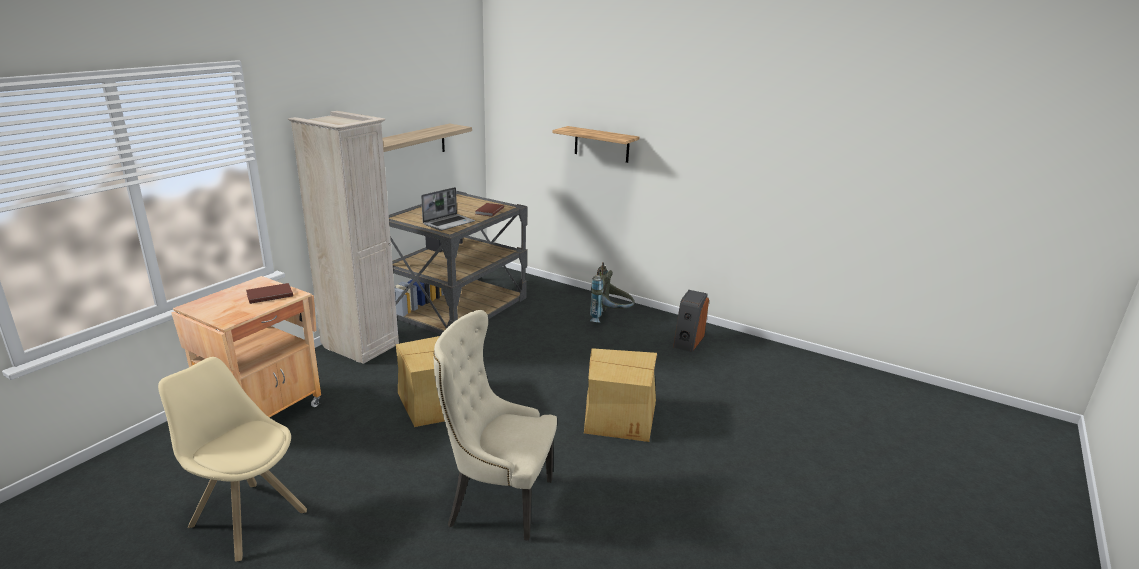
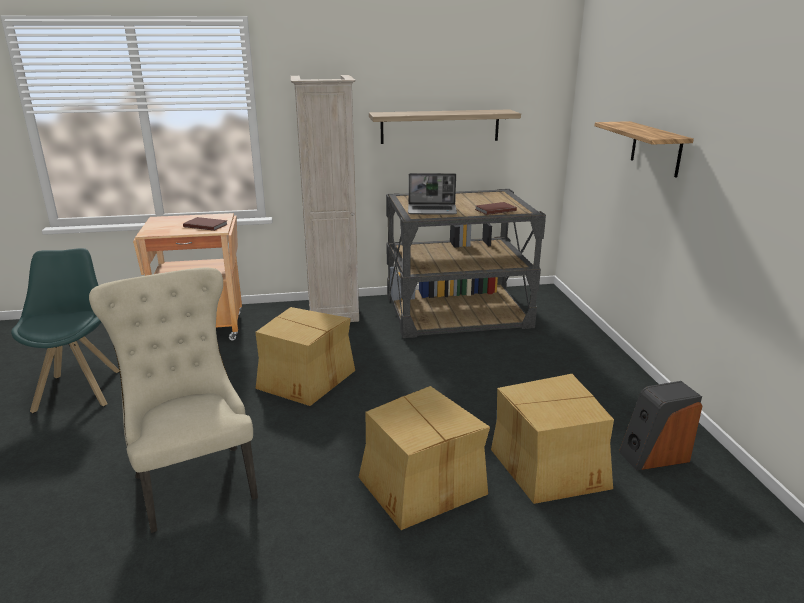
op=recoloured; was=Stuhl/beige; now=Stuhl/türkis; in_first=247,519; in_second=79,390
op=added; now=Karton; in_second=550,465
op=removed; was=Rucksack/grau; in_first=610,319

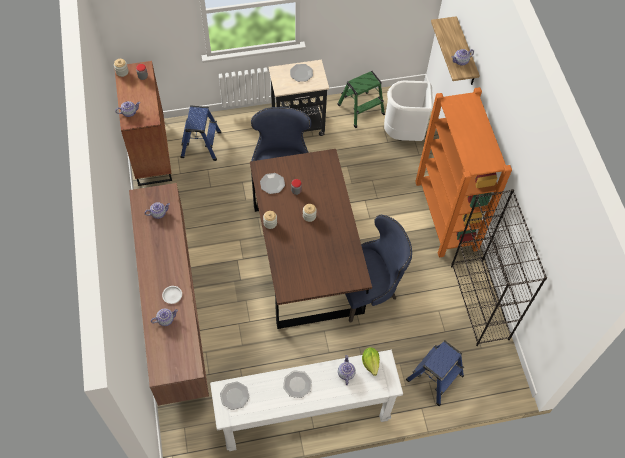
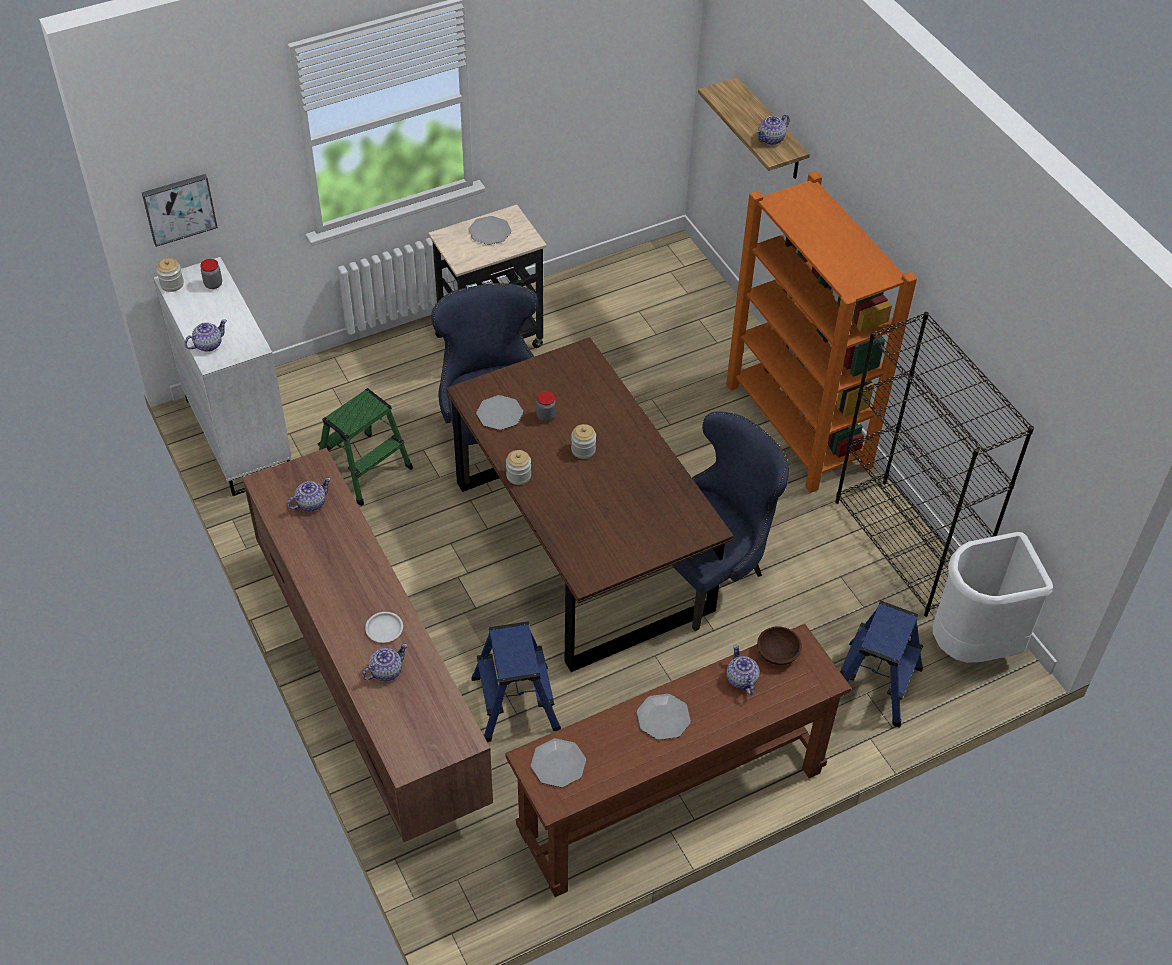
op=added; now=Bild; in_second=179,208
op=recoloured; was=Kommode/braun; now=Kommode/weiß; in_first=150,152; in_second=237,437
op=moved; was=Trittleiter/grün; in_first=360,109; in_second=364,468
op=moved; was=Trittleiter/blau; in_first=201,145; in_second=515,704
op=recoloured; was=Konsolentisch/weiß; now=Konsolentisch/braun; in_first=305,415; in_second=671,801
op=replaced; was=Salatkopf; now=Schüssel/braun; in_first=370,363; in_second=778,653
op=moved; was=Mülleimer/weiß; in_first=404,134; in_second=973,645

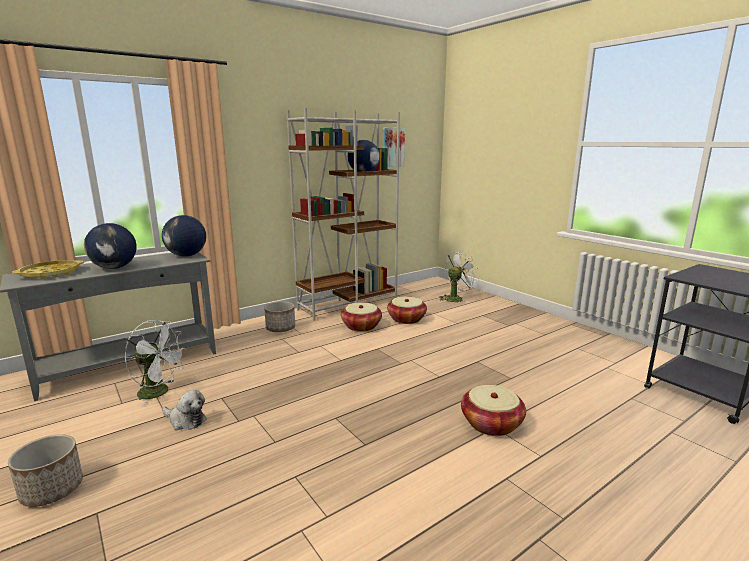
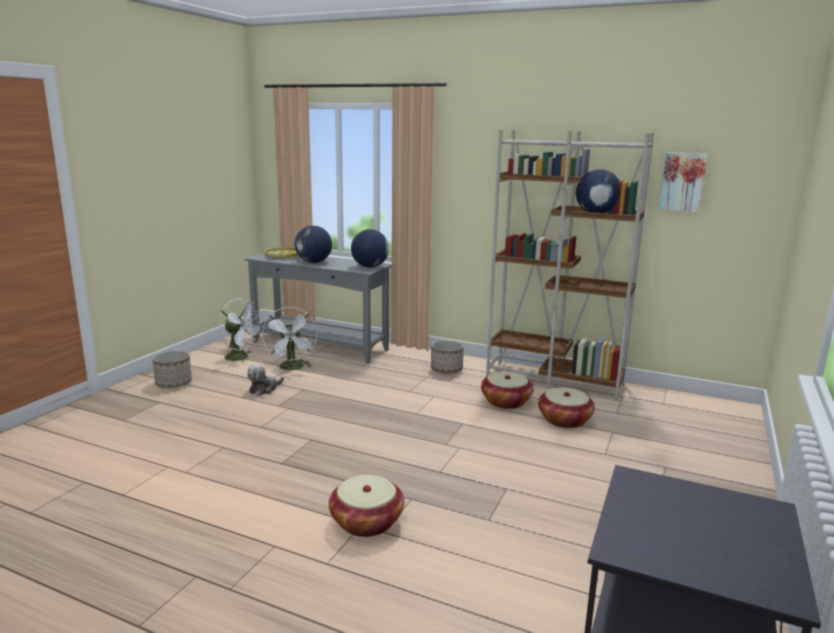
op=moved; was=Ventilator/weiß; in_first=456,298; in_second=241,358
op=turned; was=Plüschtier; in_first=185,420; in_second=264,389; clockwise=45

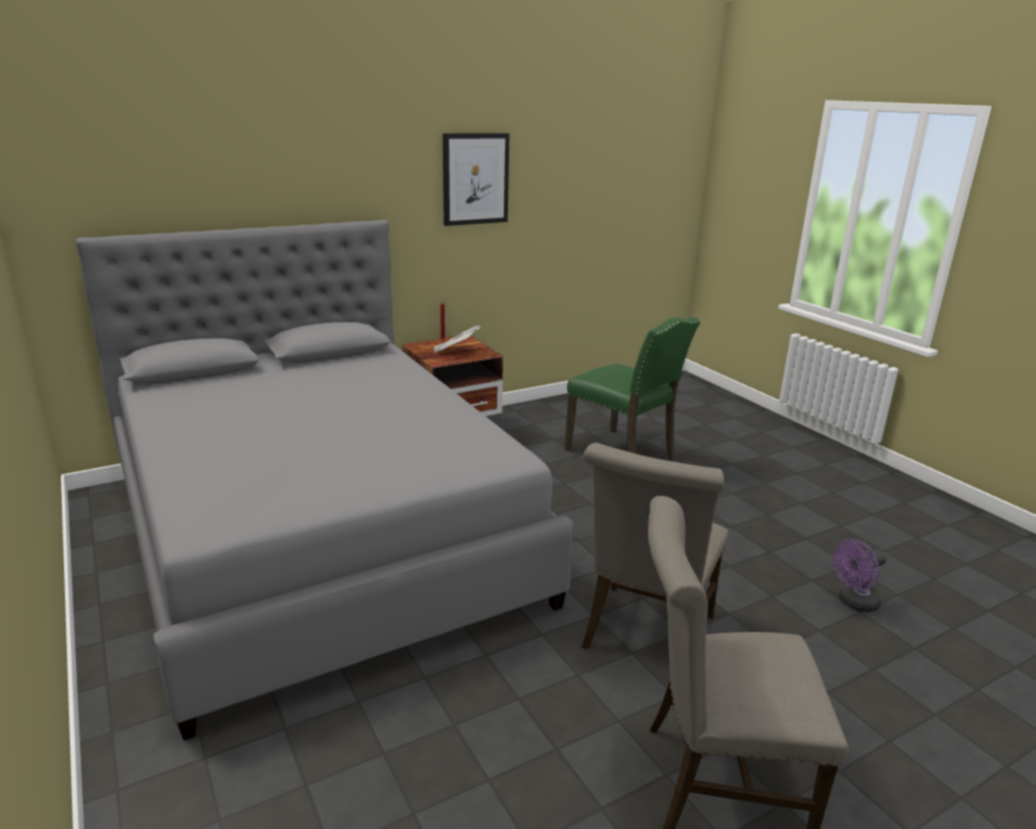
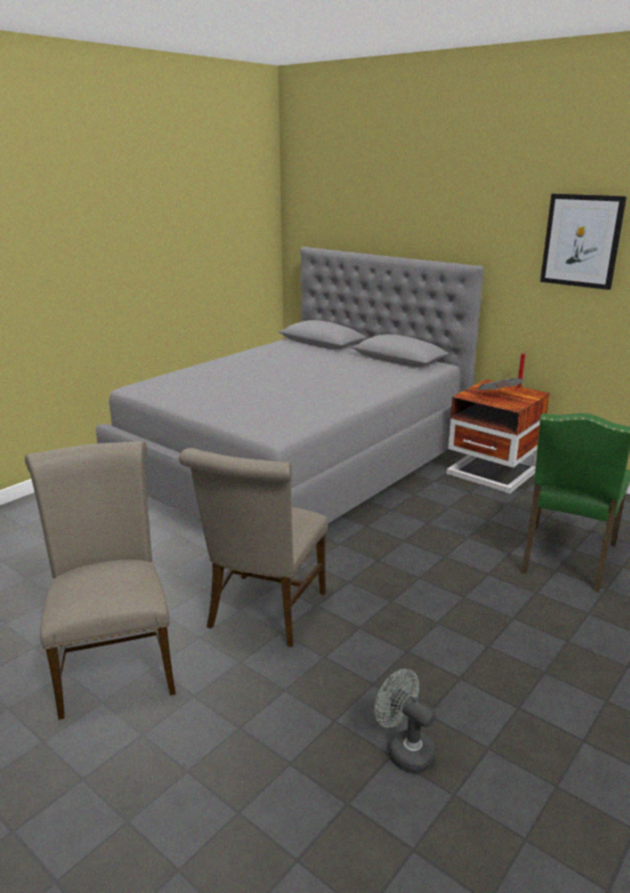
op=turned; was=Stuhl/beige; in_first=646,636; in_second=264,614; clockwise=-75
op=recoloured; was=Ventilator/lila; now=Ventilator/grau; in_first=854,603; in_second=404,750

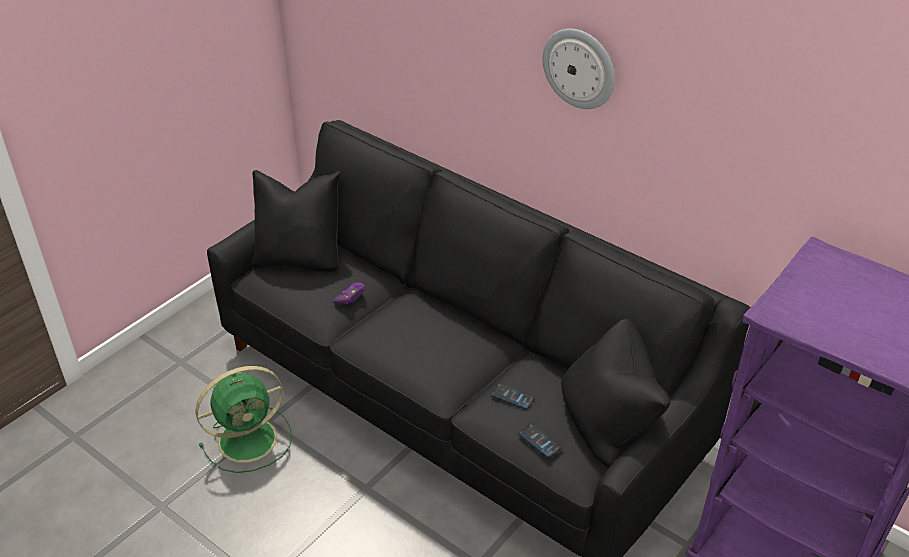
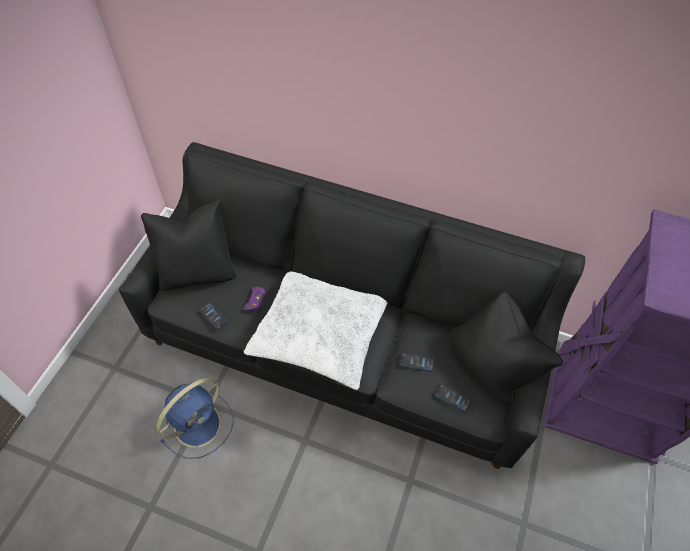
op=recoloured; was=Ventilator/grün; now=Ventilator/blau; in_first=250,439; in_second=199,423
op=added; now=Handy; in_second=213,316
op=added; now=Kissen/weiß; in_second=320,335
op=removed; was=Wanduhr; in_first=579,68

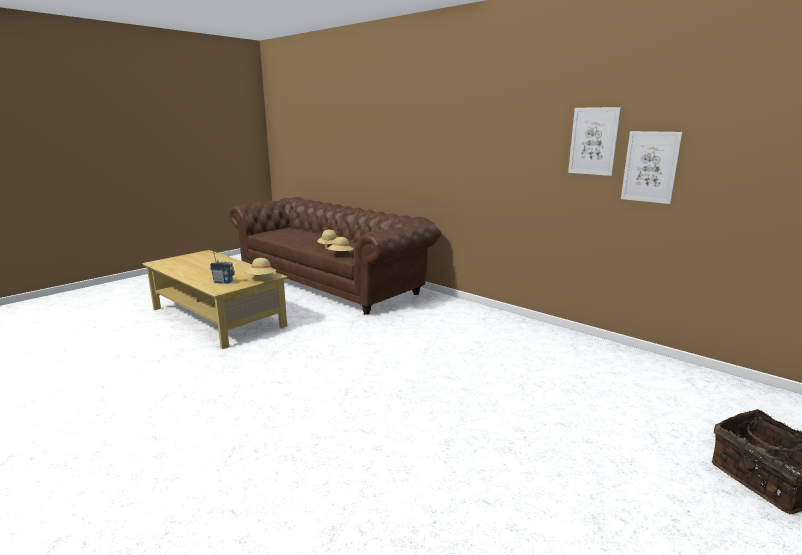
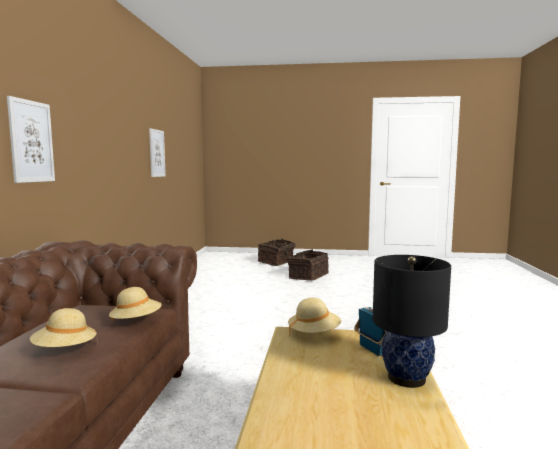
op=moved; was=Bild; in_first=593,141; in_second=31,141
op=added; now=Korb; in_second=307,276
op=added; now=Tischlampe/schwarz; in_second=406,378

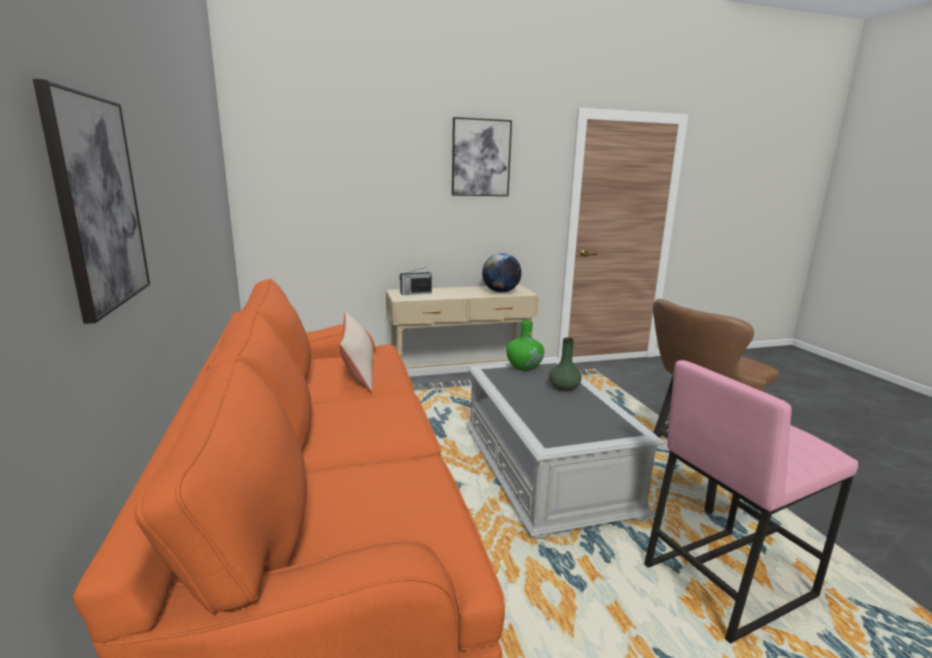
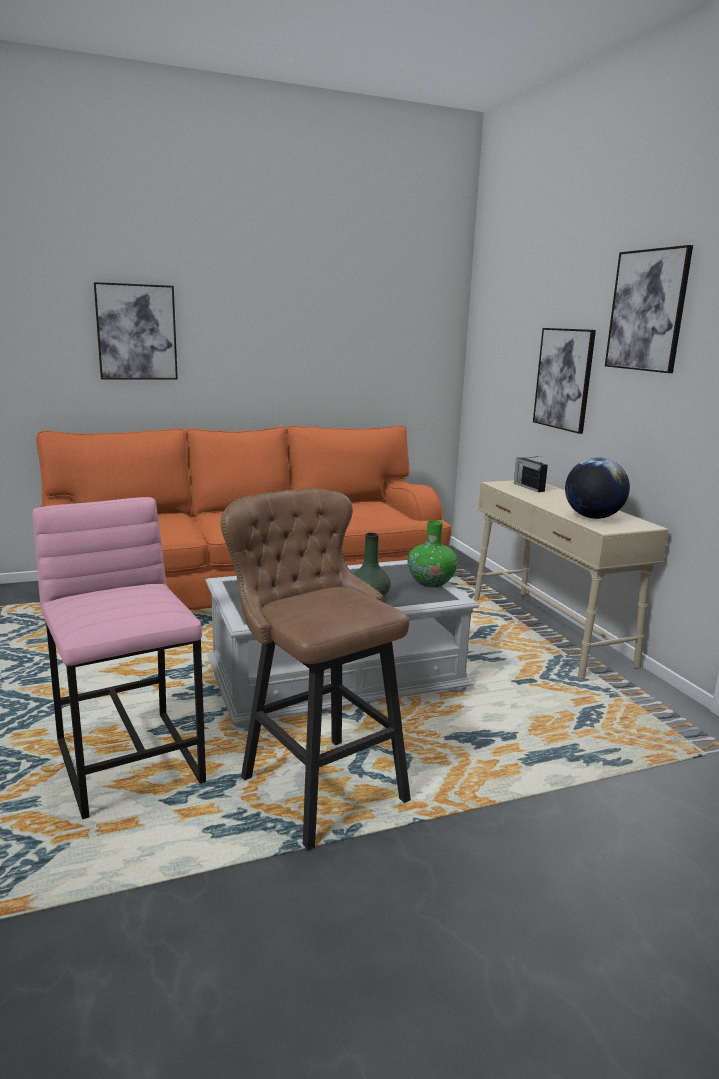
op=added; now=Bild; in_second=564,379
op=removed; was=Kissen/beige; in_first=358,370

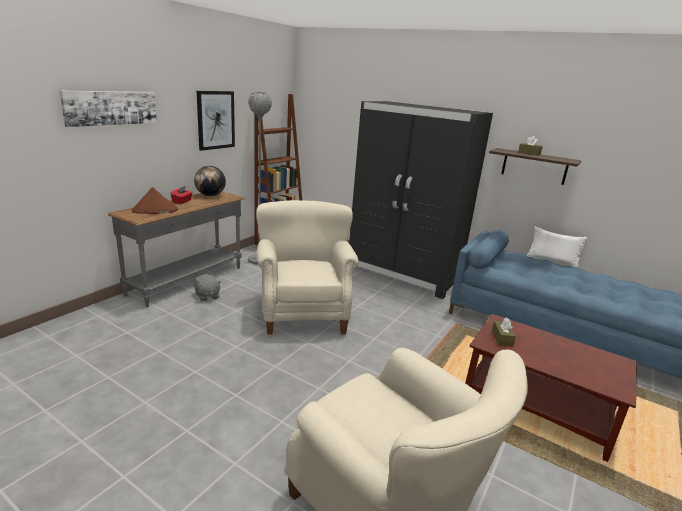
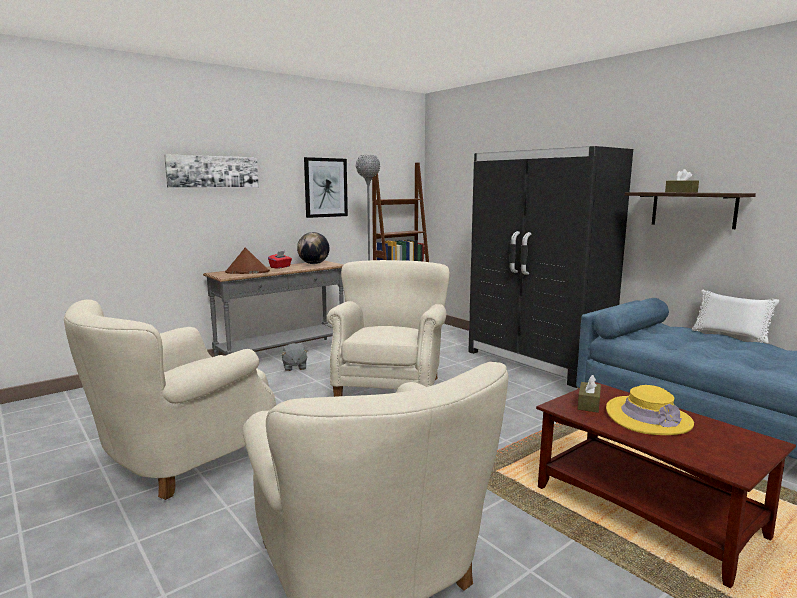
op=added; now=Sessel/beige; in_second=182,459
op=added; now=Hut/gelb; in_second=648,417

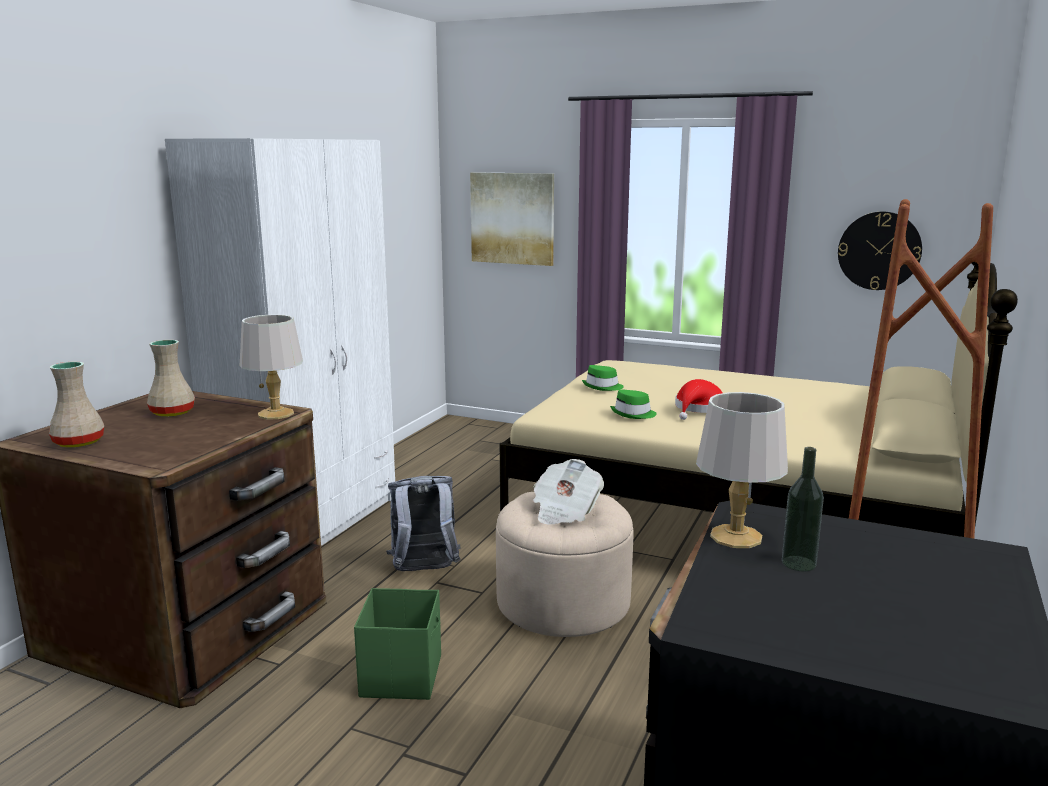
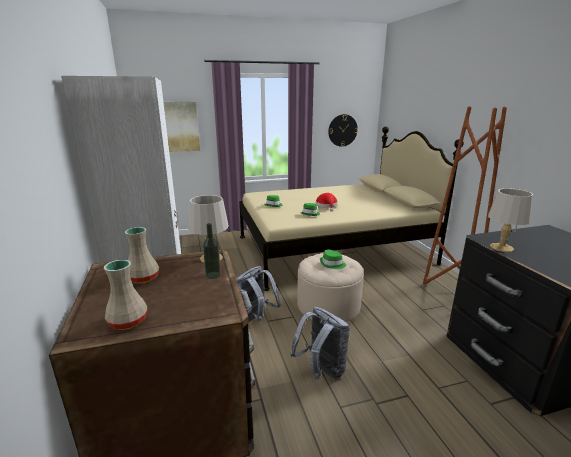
op=moved; was=Flasche; in_first=798,563; in_second=213,275
op=replaced; was=Aufbewahrungsbox/grün; now=Rucksack/grau; in_first=402,675; in_second=321,370
op=replaced; was=Zeitung; now=Hut/grün; in_first=565,511; in_second=332,264

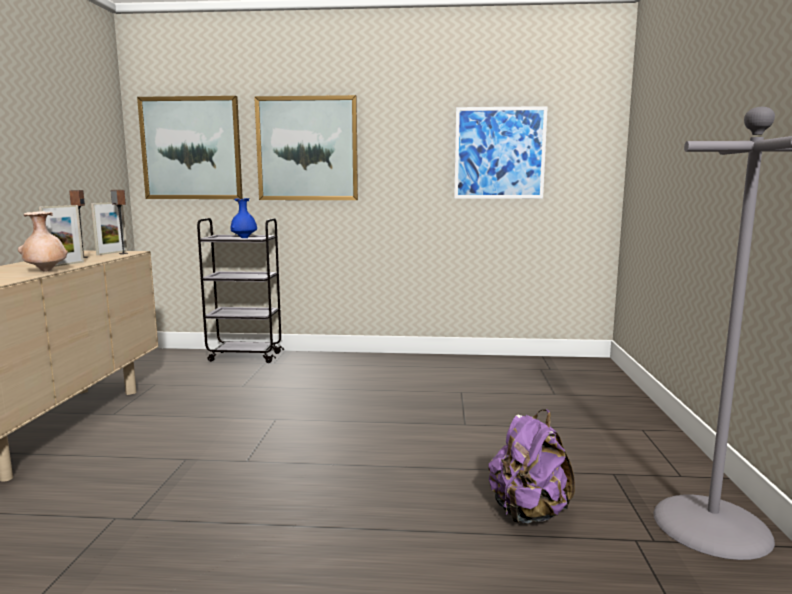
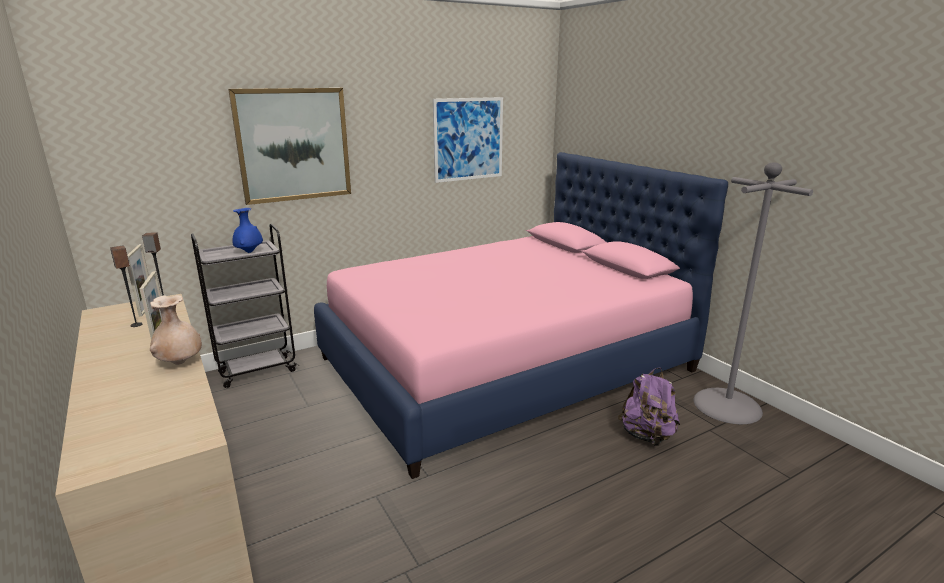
op=added; now=Bett/rosa; in_second=505,364
op=removed; was=Bild; in_first=191,148

